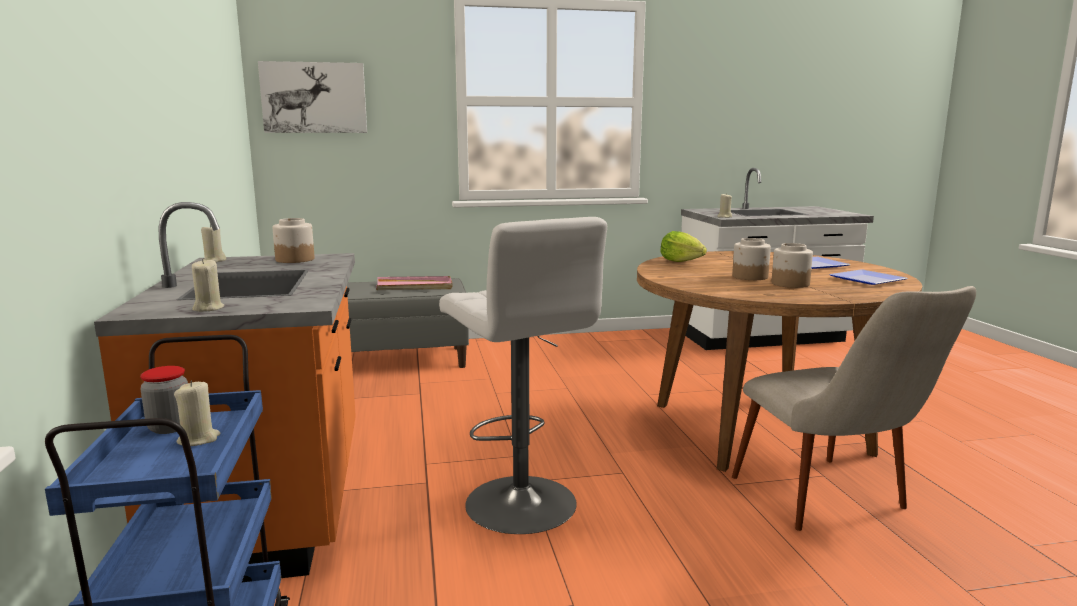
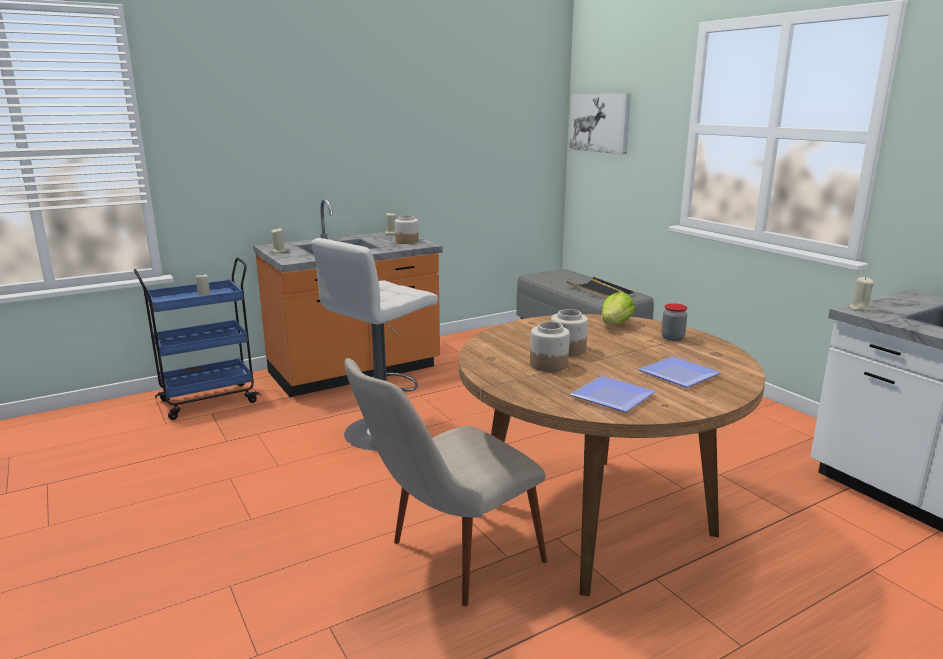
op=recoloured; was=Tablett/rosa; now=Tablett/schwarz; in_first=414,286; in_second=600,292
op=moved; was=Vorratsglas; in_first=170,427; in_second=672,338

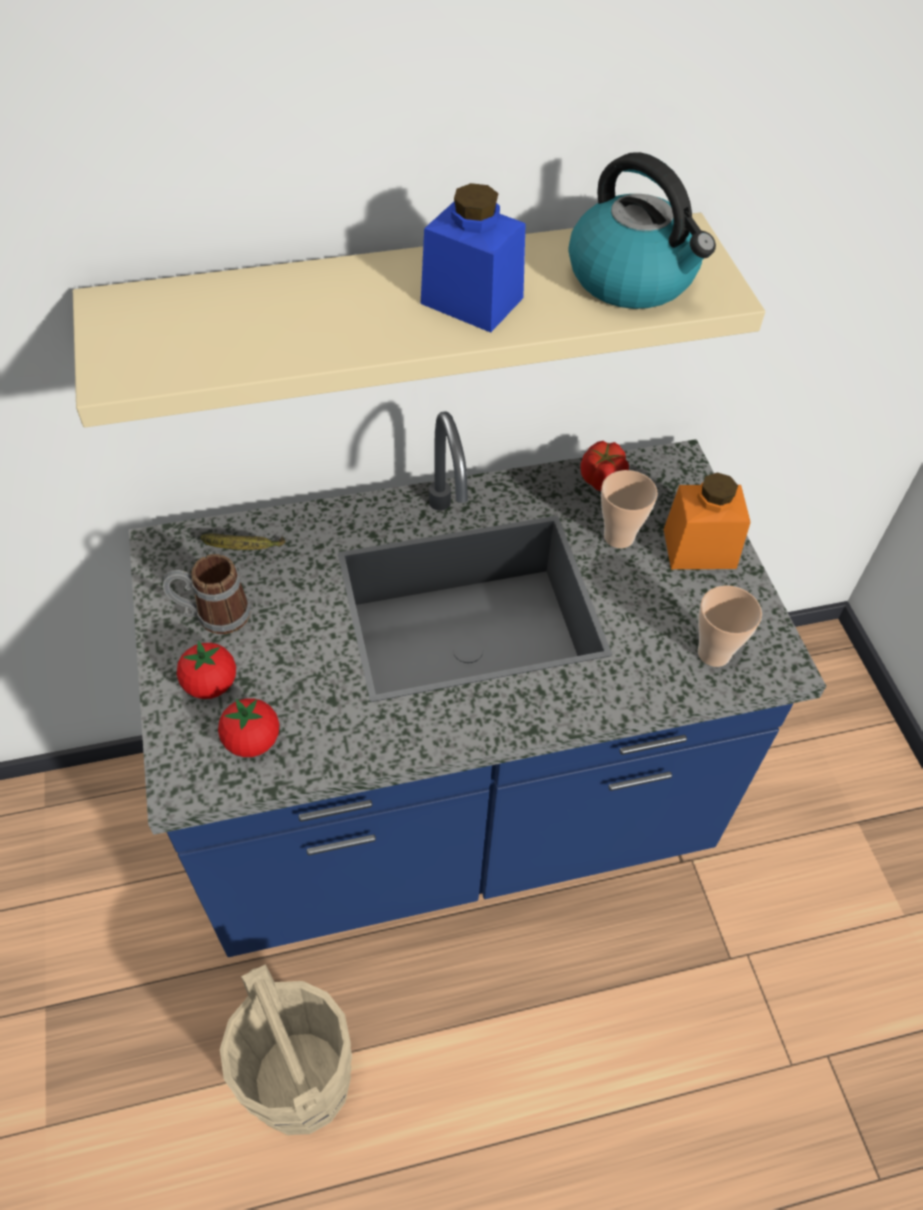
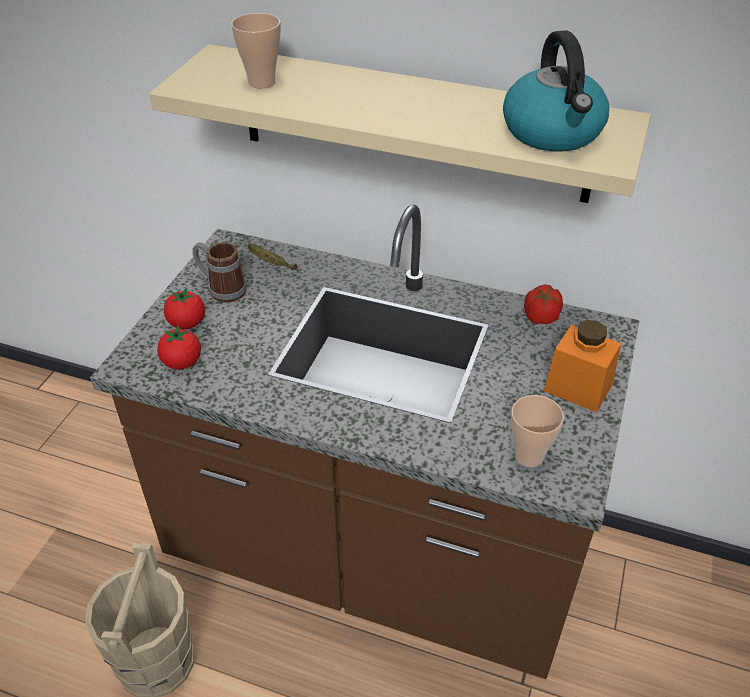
op=recoloured; was=Küchenzeile/blau; now=Küchenzeile/braun; in_first=453,813; in_second=375,554
op=moved; was=Tasse; in_first=619,537; in_second=261,82
op=removed; was=Vorratsglas/blau; in_first=472,300

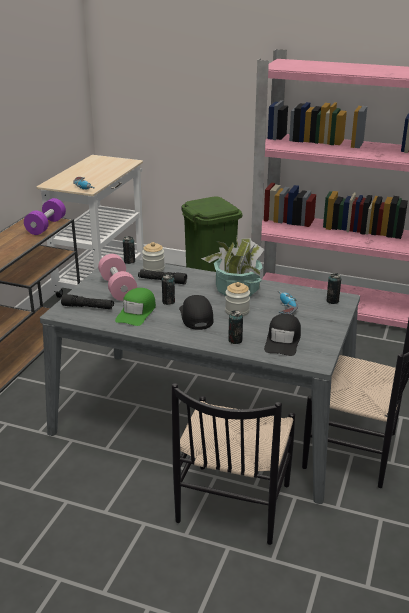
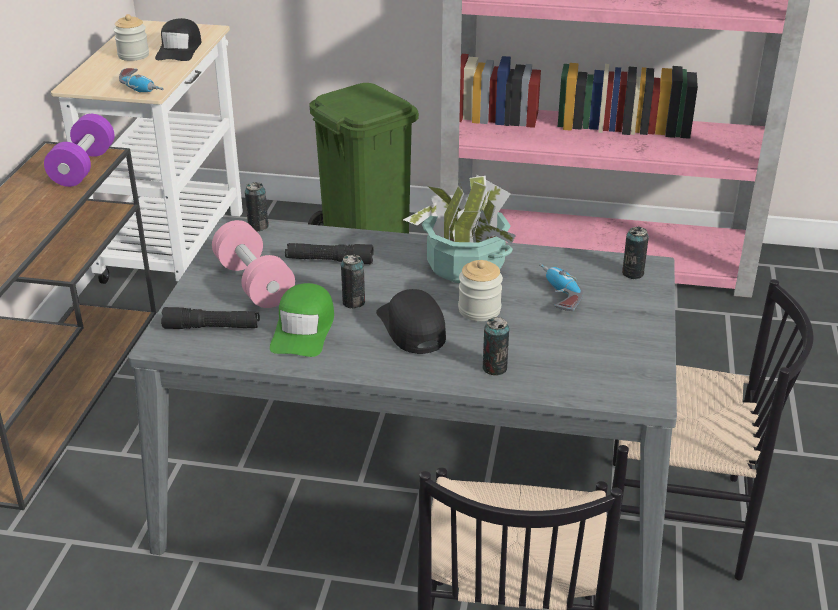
op=moved; was=Vorratsglas; in_first=153,269; in_second=133,55
op=moved; was=Kappe/schwarz; in_first=283,341; in_second=179,49

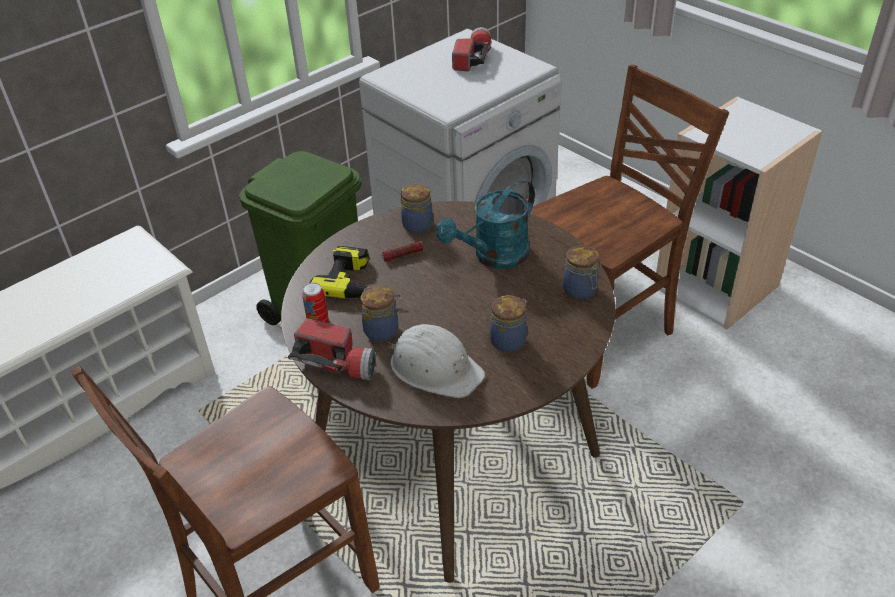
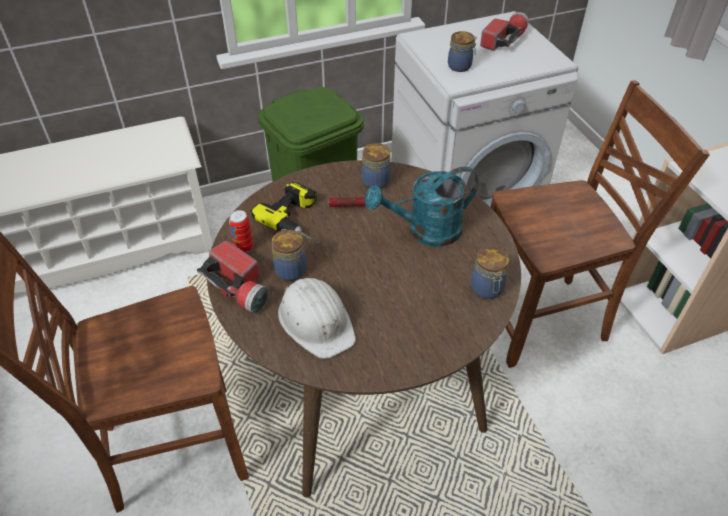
op=moved; was=Vorratsglas; in_first=509,341; in_second=460,66

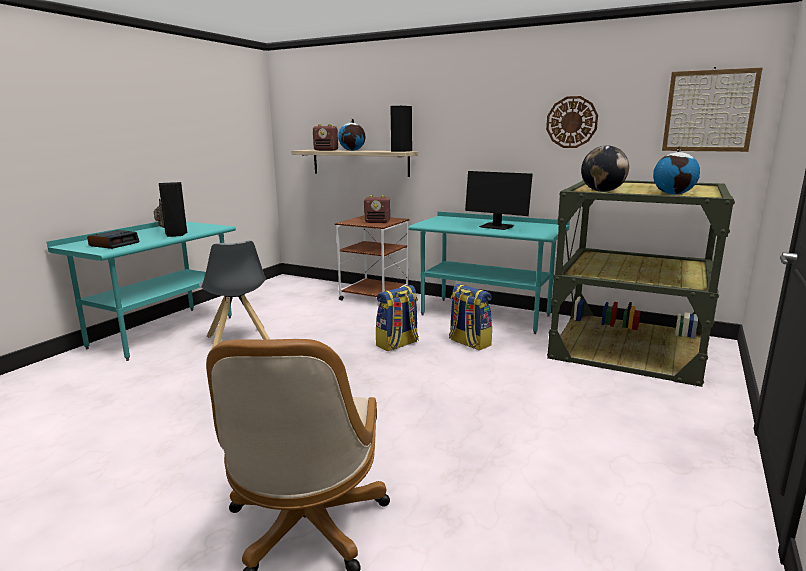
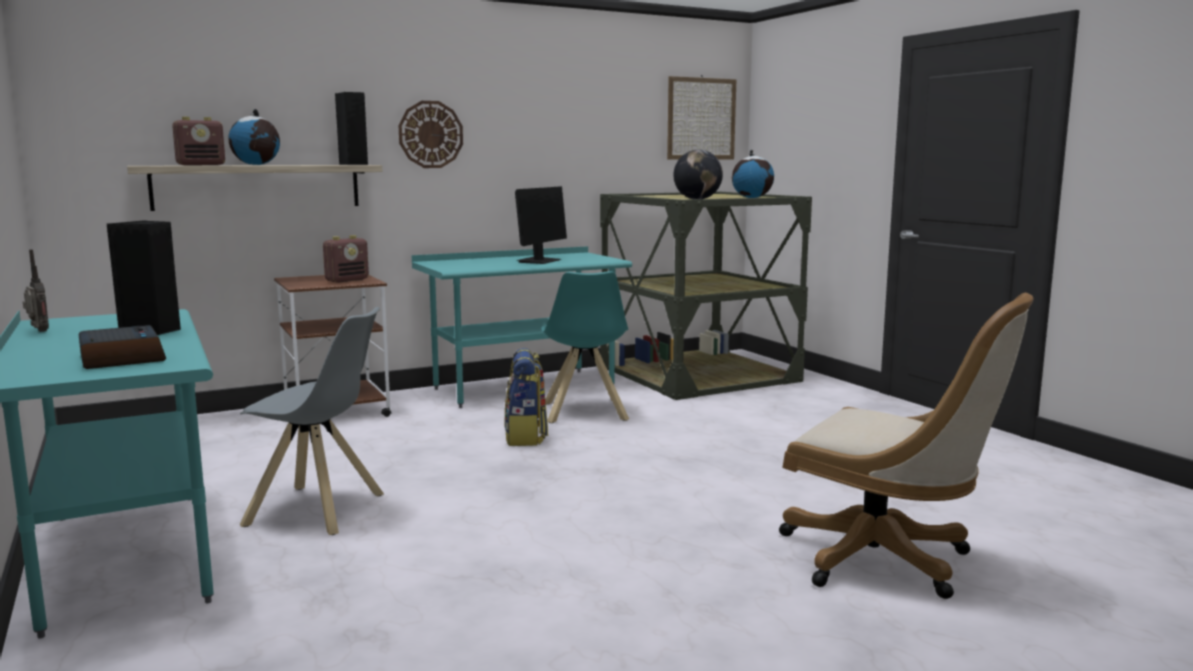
op=moved; was=Wanduhr; in_first=571,122; in_second=430,134
op=turned; was=Monitor; in_first=496,227; in_second=539,261; clockwise=-45
op=replaced; was=Rucksack; now=Stuhl/türkis; in_first=469,343; in_second=584,412

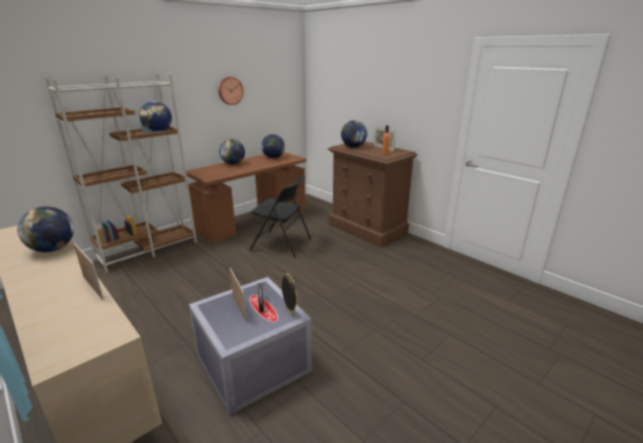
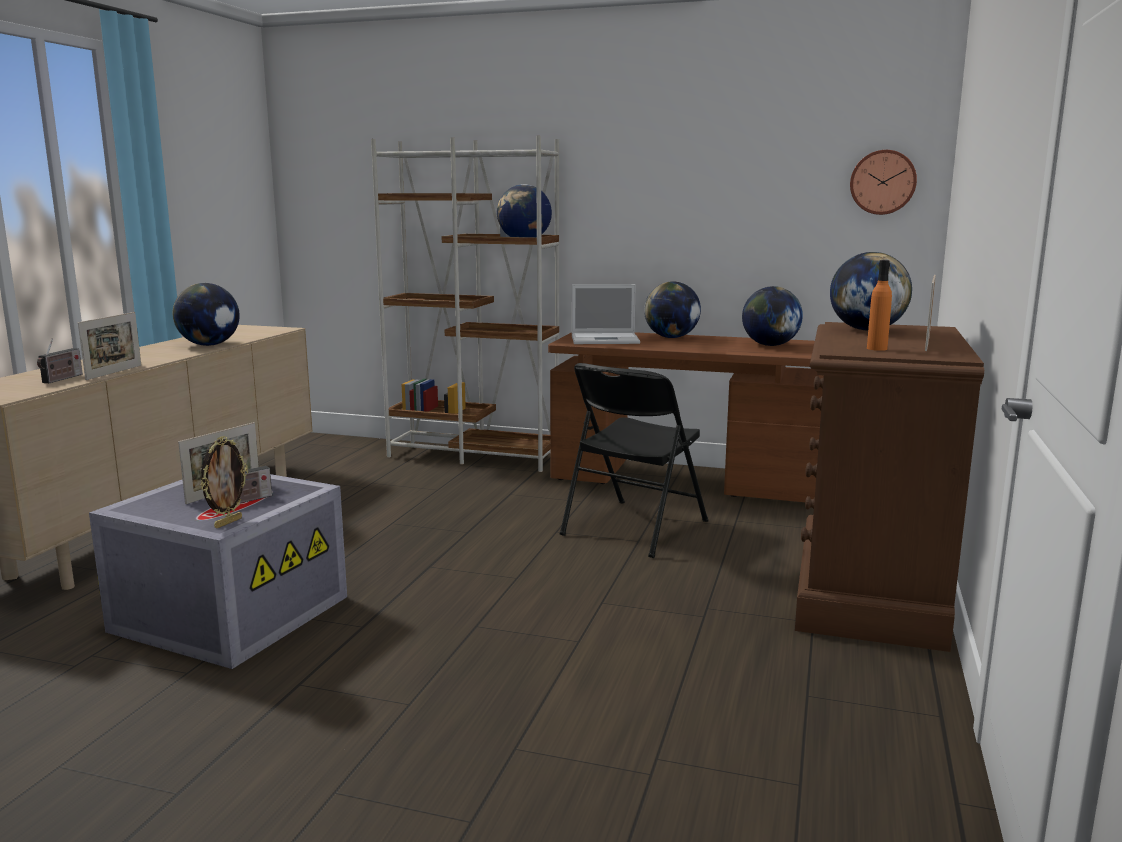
op=added; now=Radio; in_second=61,379
op=turned; was=Stuhl/schwarz; in_first=281,244; in_second=634,528; clockwise=45
op=added; now=Laptop; in_second=606,339
op=moved; was=Wanduhr; in_first=230,90; in_second=882,182

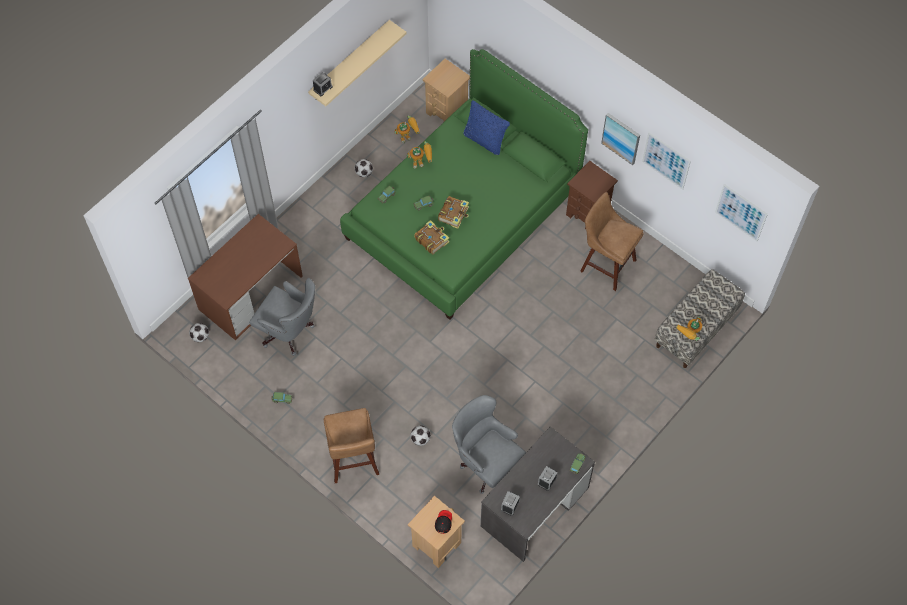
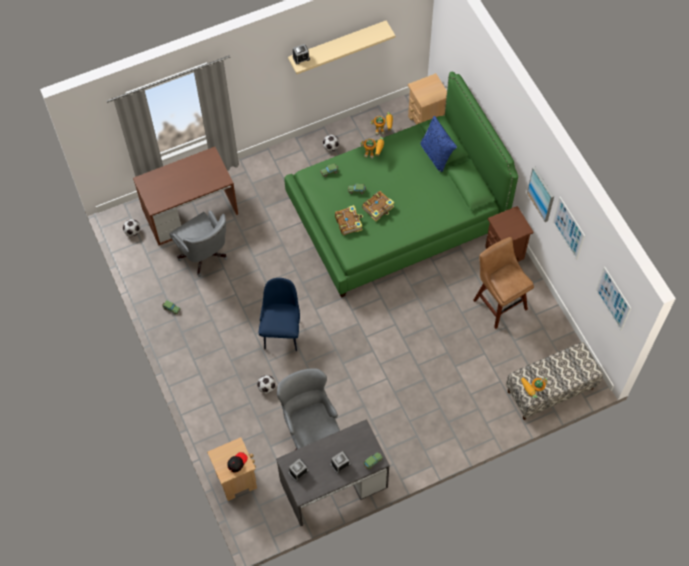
op=added; now=Stuhl/blau; in_second=282,333
op=removed; was=Hocker/braun; in_first=353,461

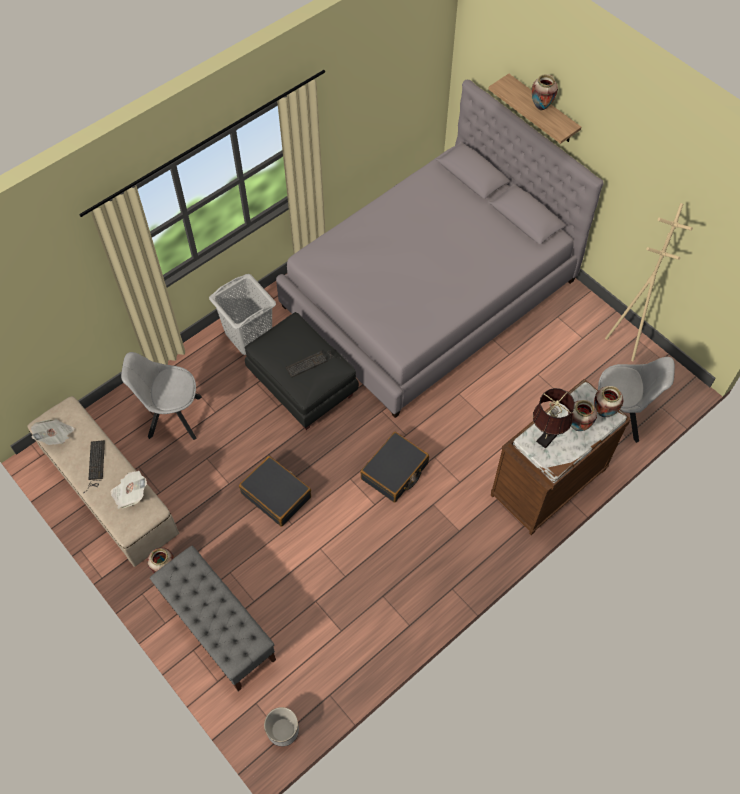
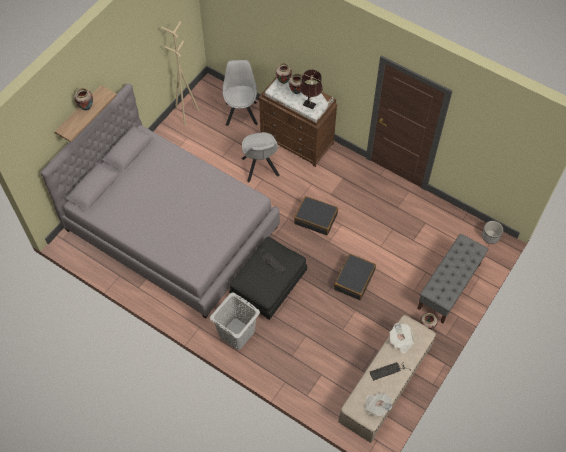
op=moved; was=Stuhl/grau; in_first=173,416; in_second=260,168

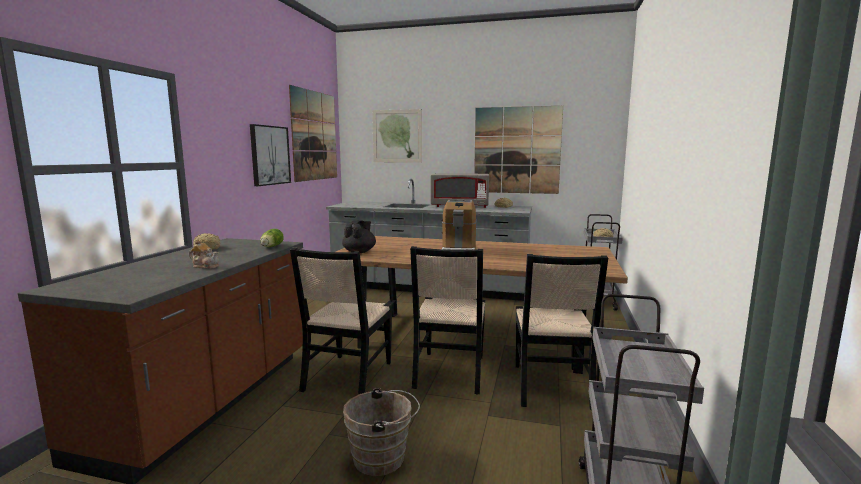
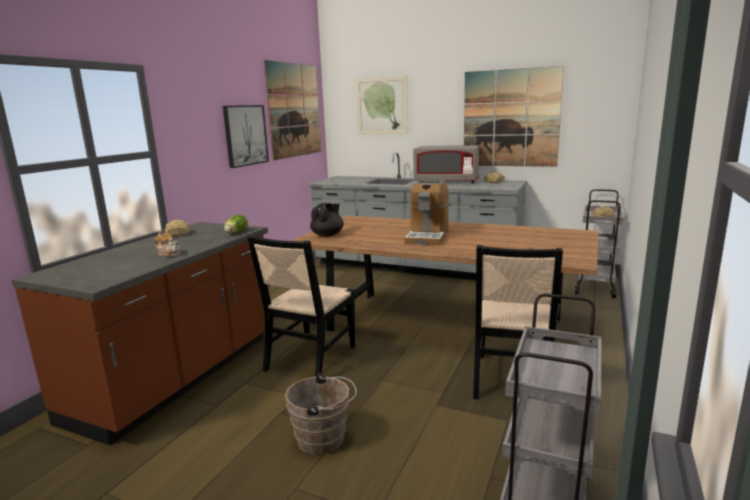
op=removed; was=Stuhl; in_first=450,372

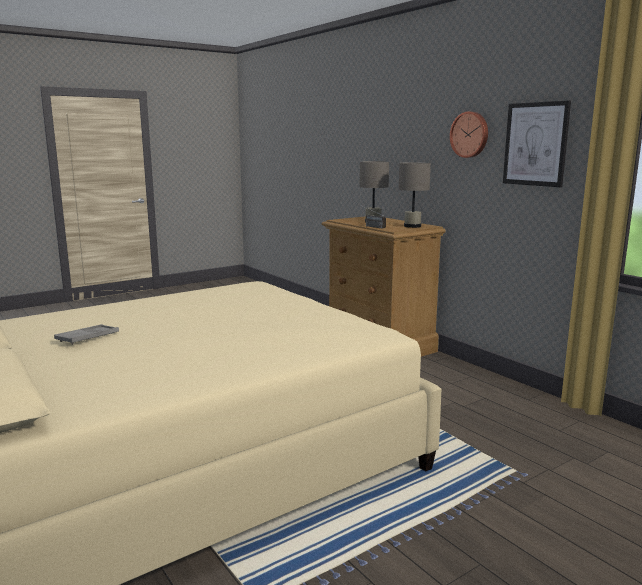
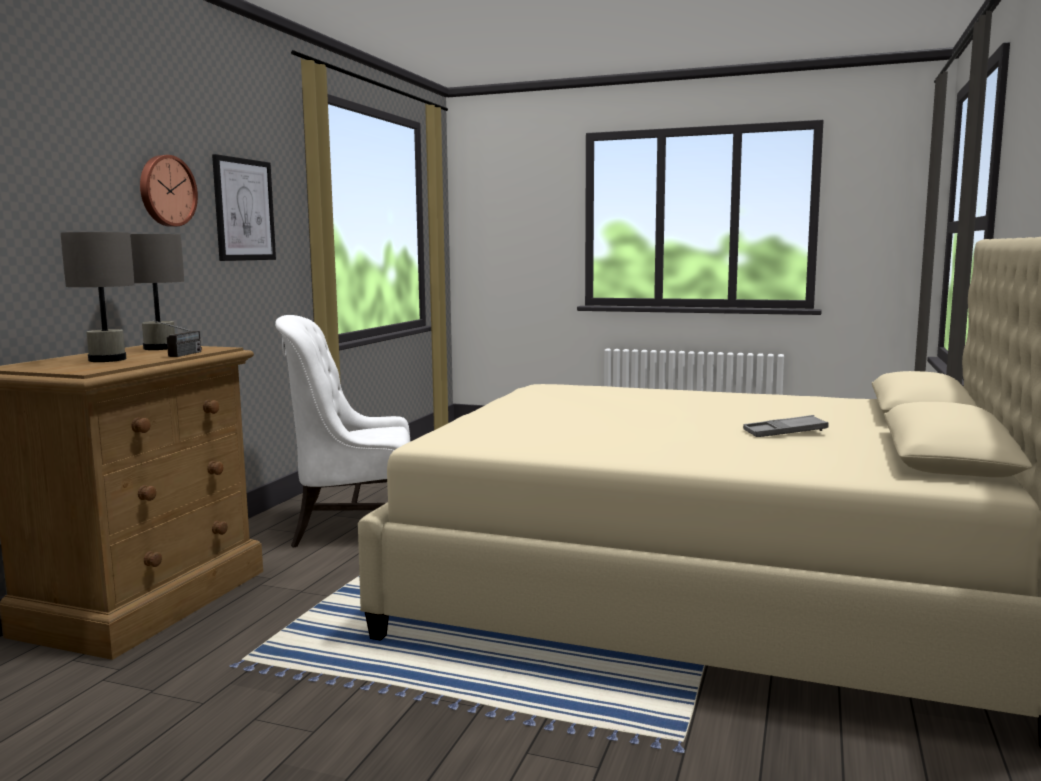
op=added; now=Stuhl/weiß; in_second=353,526

